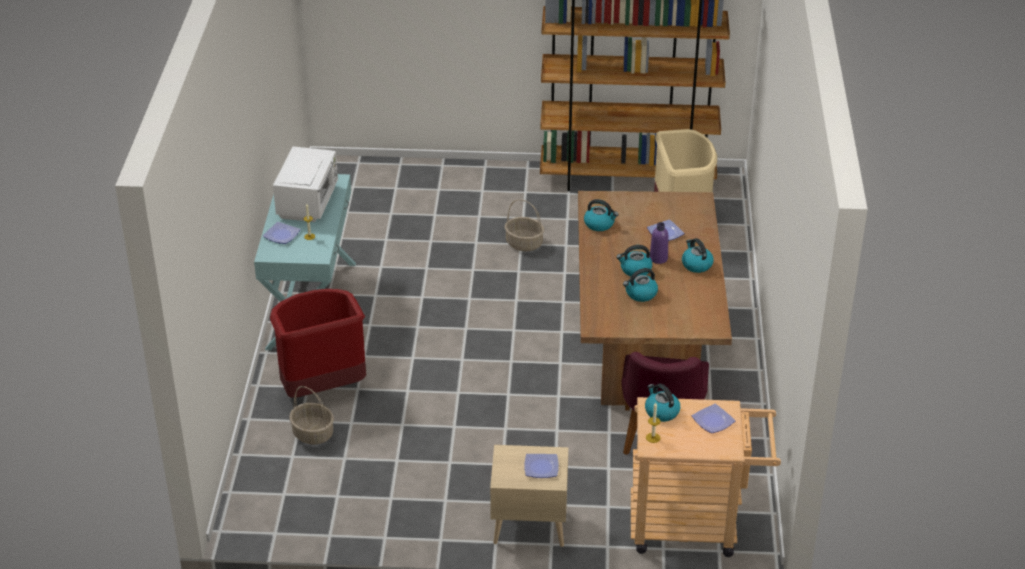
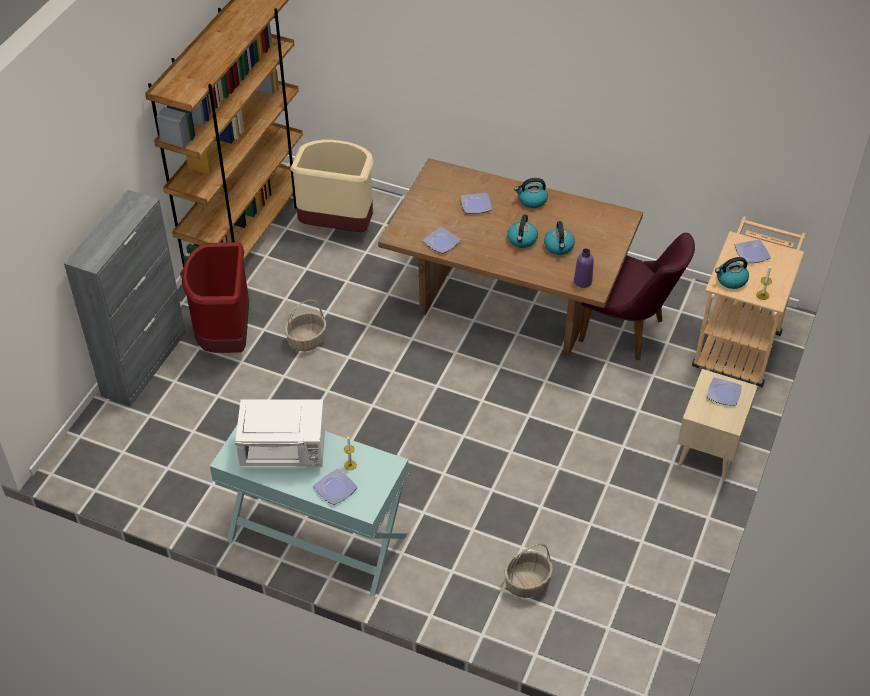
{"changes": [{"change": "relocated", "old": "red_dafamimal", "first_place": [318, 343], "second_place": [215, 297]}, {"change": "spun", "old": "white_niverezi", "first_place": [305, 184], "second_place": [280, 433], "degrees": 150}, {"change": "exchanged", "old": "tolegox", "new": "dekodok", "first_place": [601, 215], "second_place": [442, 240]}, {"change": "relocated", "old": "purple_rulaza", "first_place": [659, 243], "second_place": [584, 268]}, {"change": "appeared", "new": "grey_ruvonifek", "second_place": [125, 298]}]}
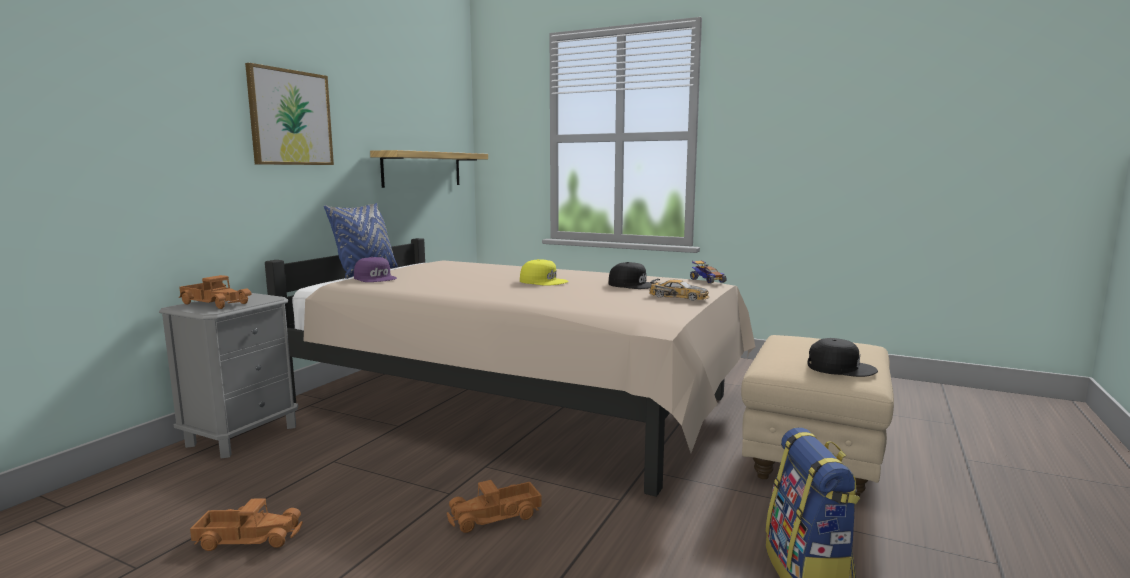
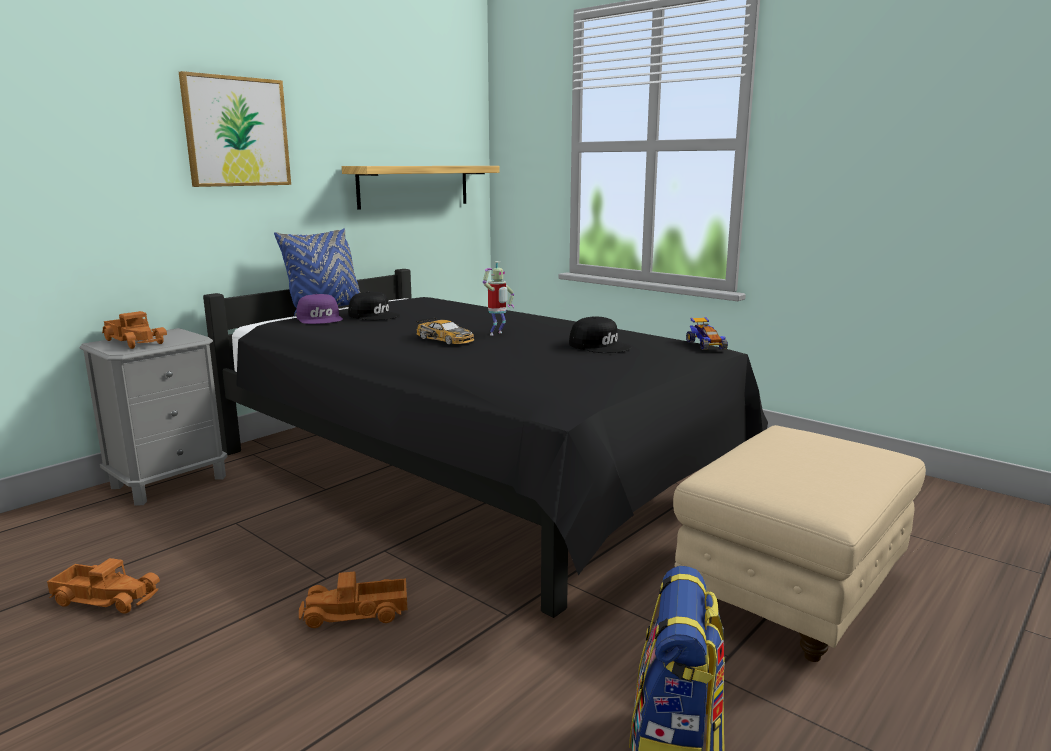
{"changes": [{"change": "colour", "old": "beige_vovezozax", "new": "black_vovezozax", "first_place": [510, 367], "second_place": [485, 443]}, {"change": "exchanged", "old": "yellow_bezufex", "new": "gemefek", "first_place": [544, 272], "second_place": [498, 298]}, {"change": "relocated", "old": "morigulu", "first_place": [679, 290], "second_place": [445, 331]}, {"change": "relocated", "old": "black_bezufex", "first_place": [843, 357], "second_place": [374, 305]}]}
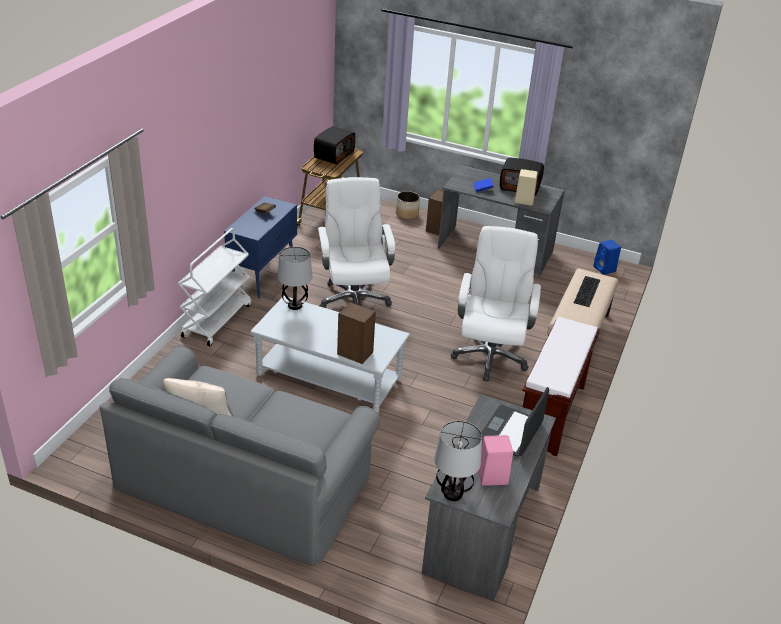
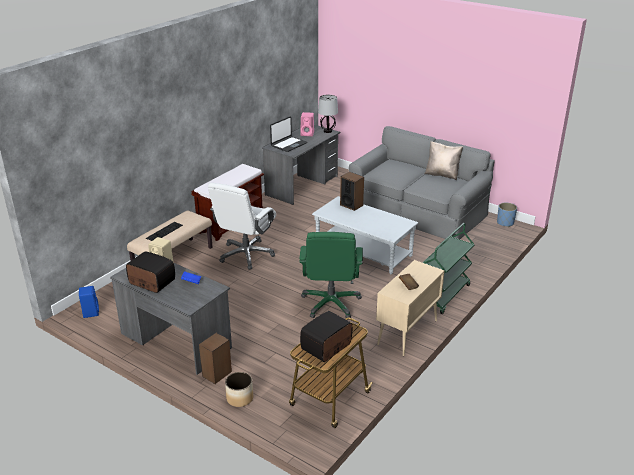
{"changes": [{"change": "colour", "old": "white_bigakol", "new": "green_bigakol", "first_place": [214, 287], "second_place": [448, 268]}, {"change": "colour", "old": "blue_ruvonifek", "new": "beige_ruvonifek", "first_place": [260, 247], "second_place": [410, 308]}, {"change": "missing", "old": "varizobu", "first_place": [294, 278]}, {"change": "colour", "old": "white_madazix", "new": "green_madazix", "first_place": [356, 242], "second_place": [331, 275]}, {"change": "appeared", "new": "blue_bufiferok", "second_place": [507, 215]}]}
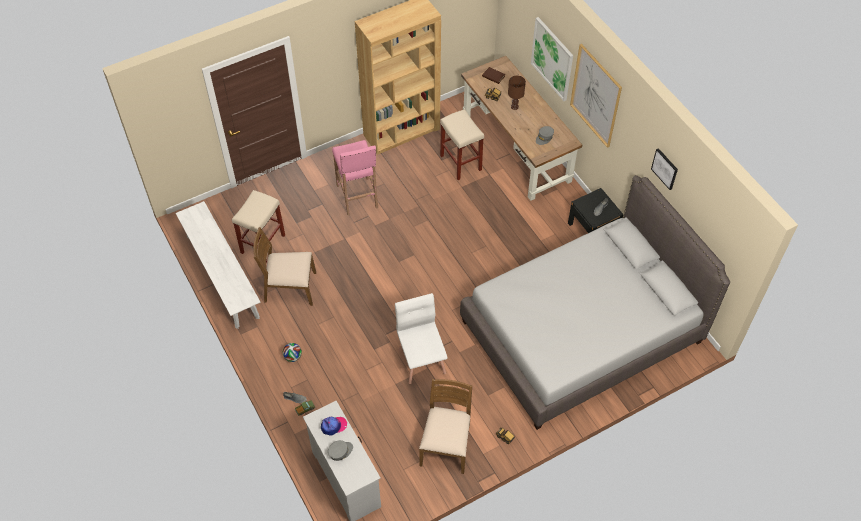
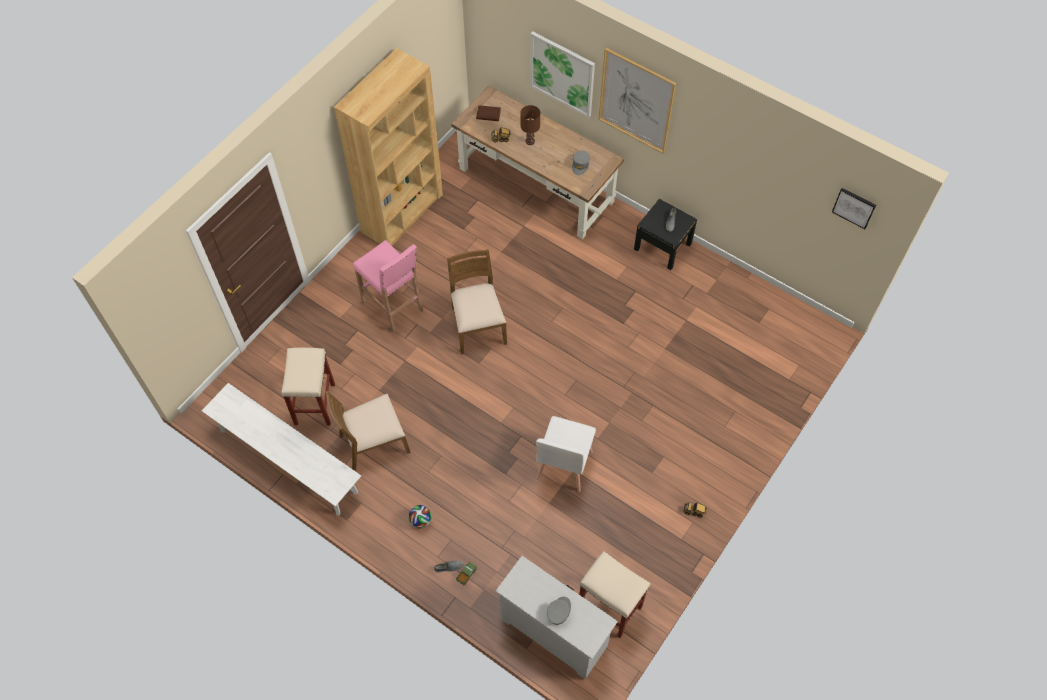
{"changes": [{"change": "missing", "old": "bezufex", "first_place": [334, 426]}, {"change": "spun", "old": "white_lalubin", "first_place": [421, 338], "second_place": [566, 454], "degrees": -120}, {"change": "relocated", "old": "brown_lalubin", "first_place": [445, 426], "second_place": [477, 302]}, {"change": "relocated", "old": "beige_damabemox", "first_place": [462, 144], "second_place": [614, 594]}, {"change": "missing", "old": "grey_vovezozax", "first_place": [595, 302]}, {"change": "relocated", "old": "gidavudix", "first_place": [664, 169], "second_place": [854, 208]}]}
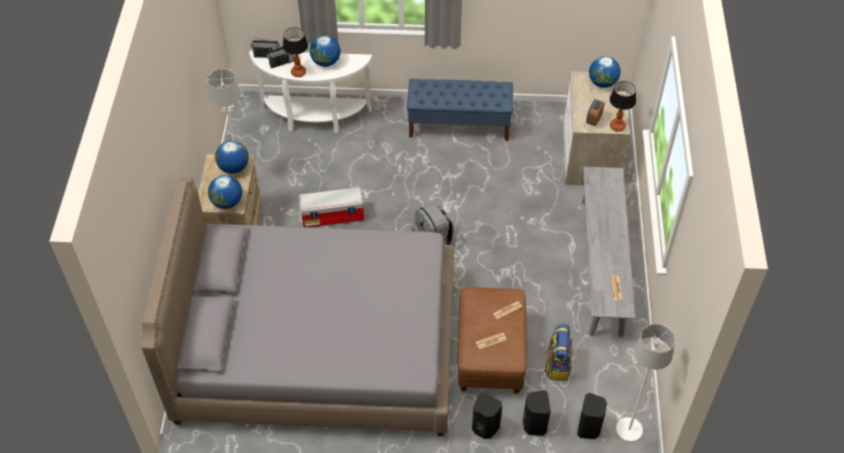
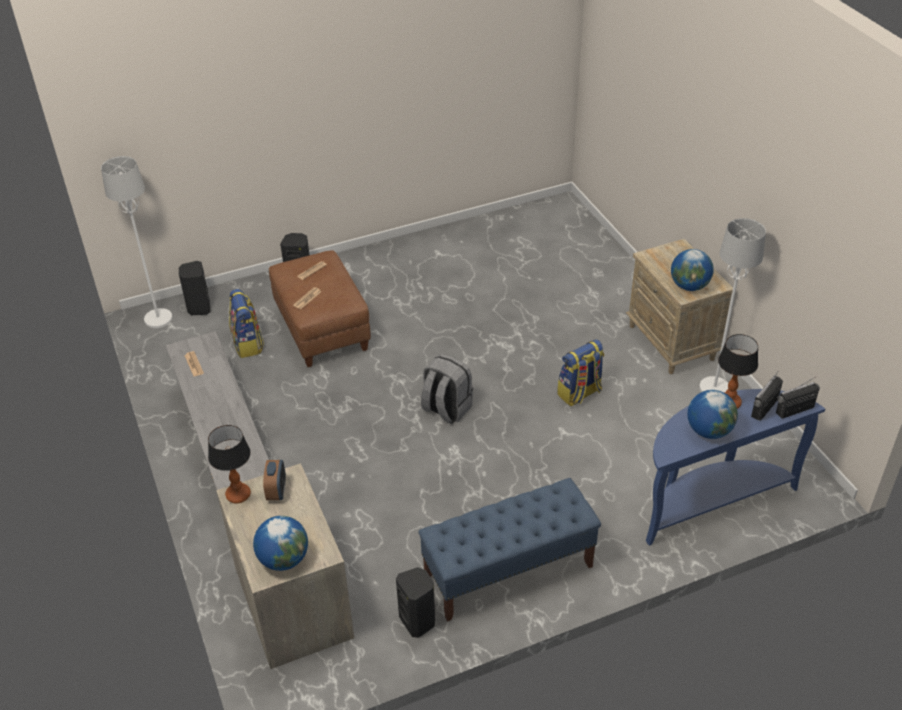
{"changes": [{"change": "missing", "old": "grey_vovezozax", "first_place": [297, 306]}, {"change": "missing", "old": "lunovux", "first_place": [225, 192]}, {"change": "colour", "old": "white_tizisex", "new": "blue_tizisex", "first_place": [310, 92], "second_place": [735, 467]}, {"change": "exchanged", "old": "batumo", "new": "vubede", "first_place": [331, 207], "second_place": [580, 372]}, {"change": "relocated", "old": "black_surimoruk", "first_place": [537, 413], "second_place": [415, 602]}]}
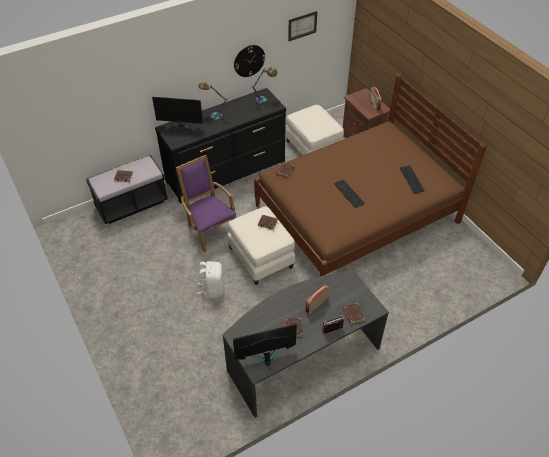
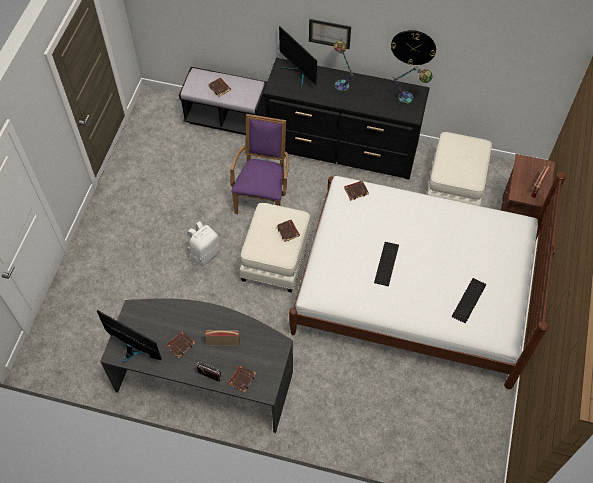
{"changes": [{"change": "colour", "old": "brown_vovezozax", "new": "white_vovezozax", "first_place": [370, 174], "second_place": [427, 280]}, {"change": "relocated", "old": "gidavudix", "first_place": [302, 26], "second_place": [330, 34]}]}
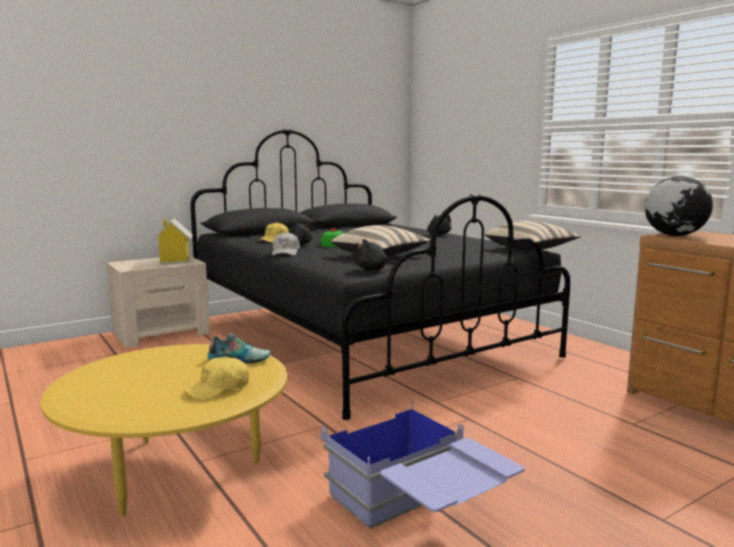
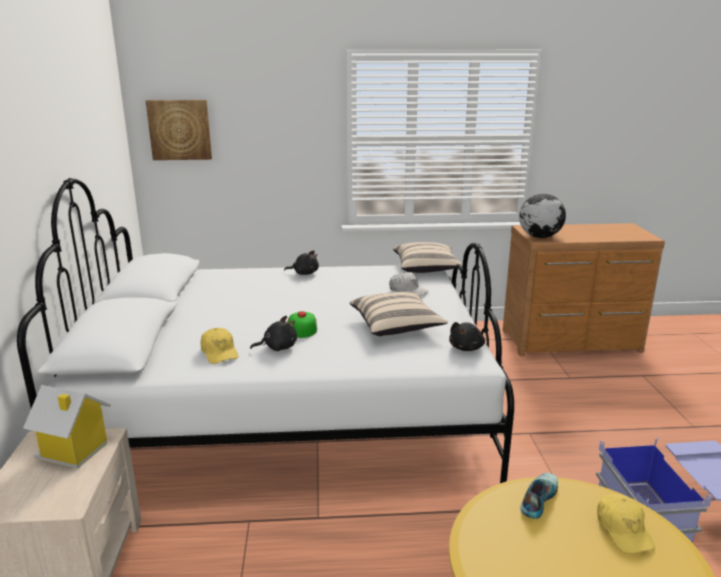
{"changes": [{"change": "colour", "old": "black_vovezozax", "new": "white_vovezozax", "first_place": [380, 274], "second_place": [265, 330]}, {"change": "relocated", "old": "white_bezufex", "first_place": [286, 244], "second_place": [408, 284]}, {"change": "appeared", "new": "gidavudix", "second_place": [179, 130]}]}
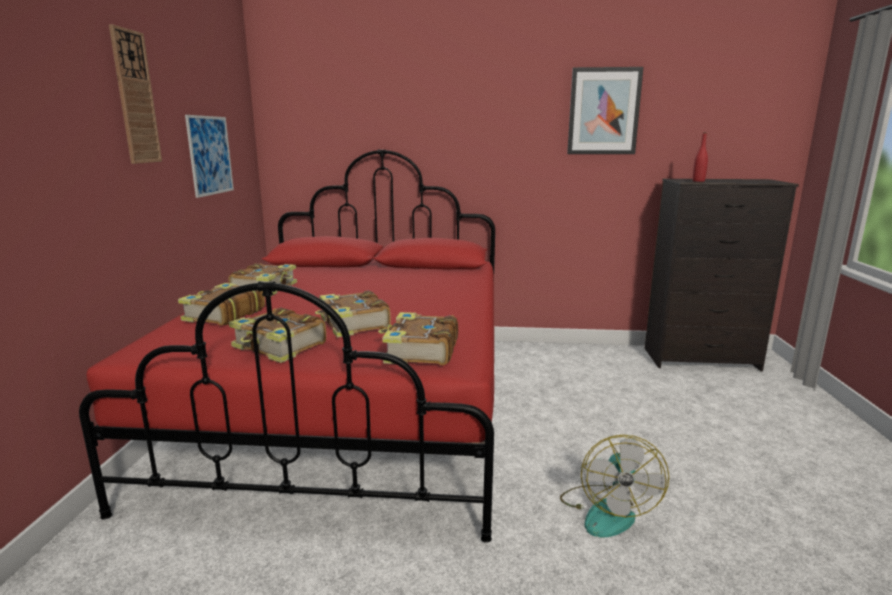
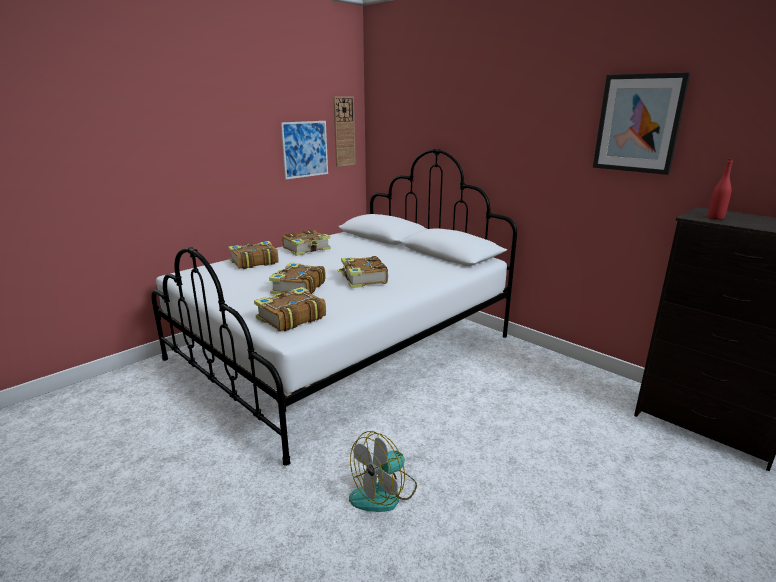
{"changes": [{"change": "colour", "old": "red_vovezozax", "new": "white_vovezozax", "first_place": [287, 346], "second_place": [334, 307]}, {"change": "relocated", "old": "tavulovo", "first_place": [135, 94], "second_place": [344, 132]}, {"change": "relocated", "old": "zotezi", "first_place": [277, 335], "second_place": [362, 272]}]}
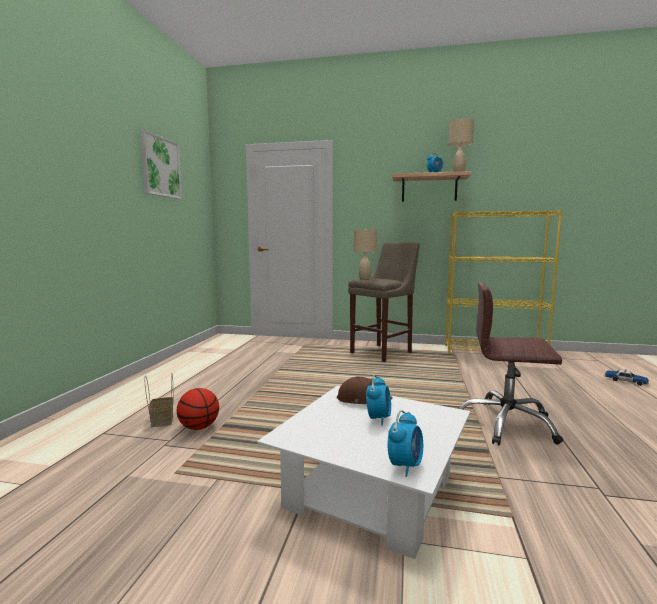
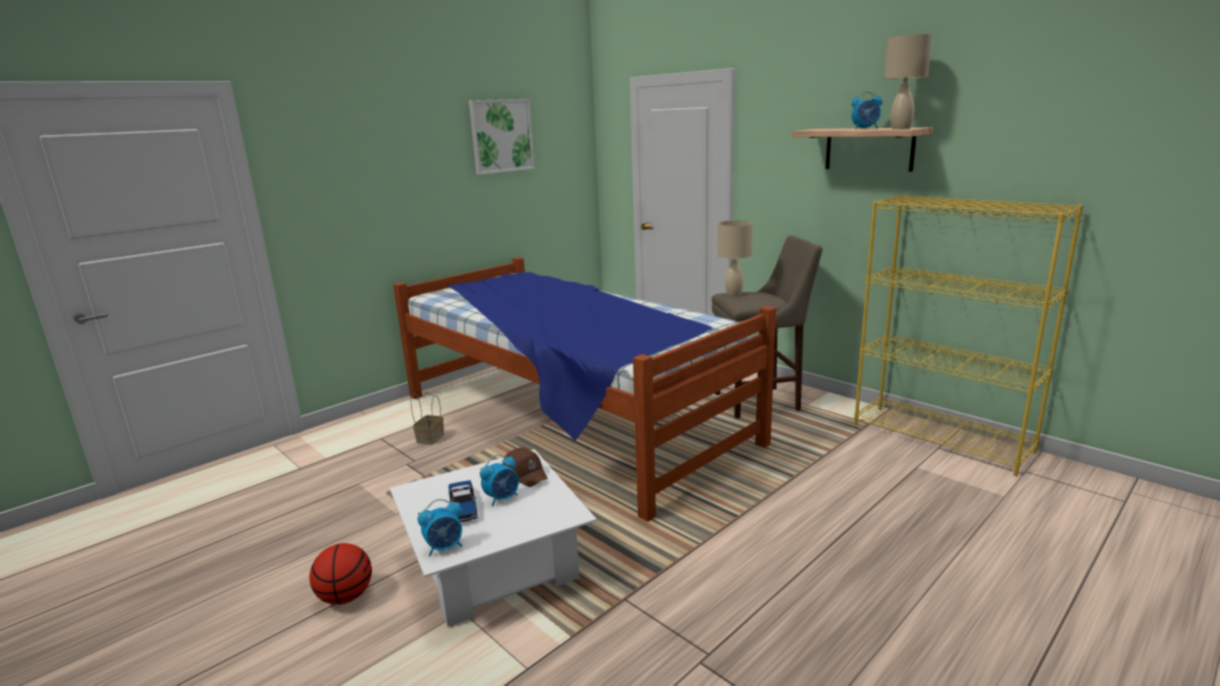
{"changes": [{"change": "relocated", "old": "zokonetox", "first_place": [198, 409], "second_place": [340, 574]}, {"change": "missing", "old": "brown_madazix", "first_place": [511, 363]}, {"change": "relocated", "old": "morigulu", "first_place": [627, 377], "second_place": [463, 501]}, {"change": "appeared", "new": "vovezozax", "second_place": [585, 389]}]}
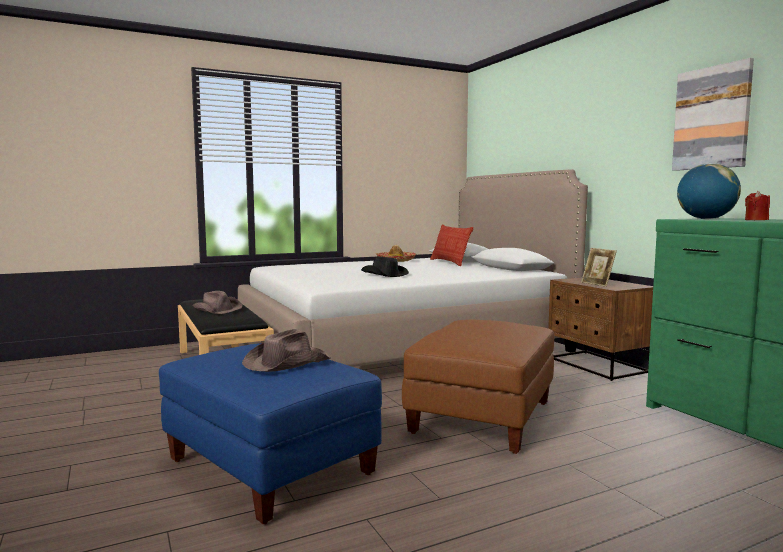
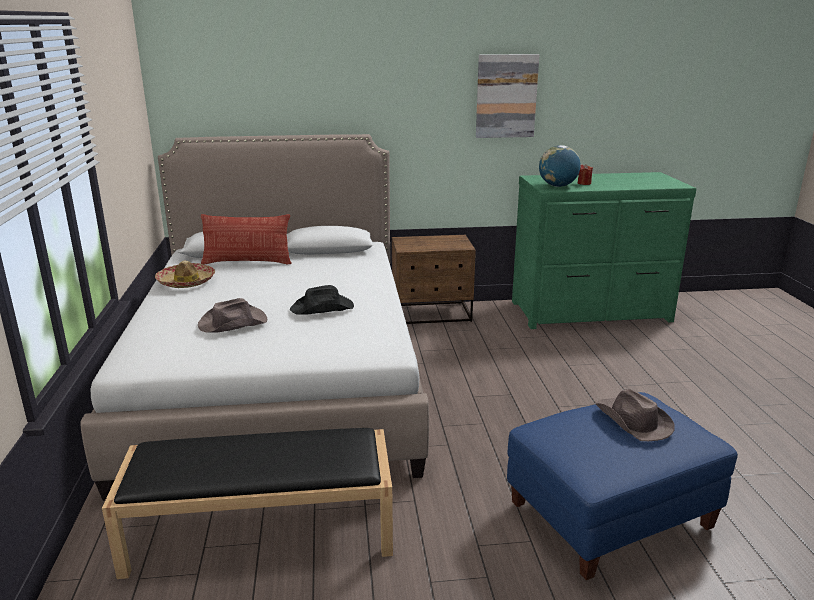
{"changes": [{"change": "relocated", "old": "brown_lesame", "first_place": [217, 302], "second_place": [232, 315]}, {"change": "missing", "old": "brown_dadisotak", "first_place": [478, 387]}, {"change": "missing", "old": "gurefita", "first_place": [599, 267]}]}
